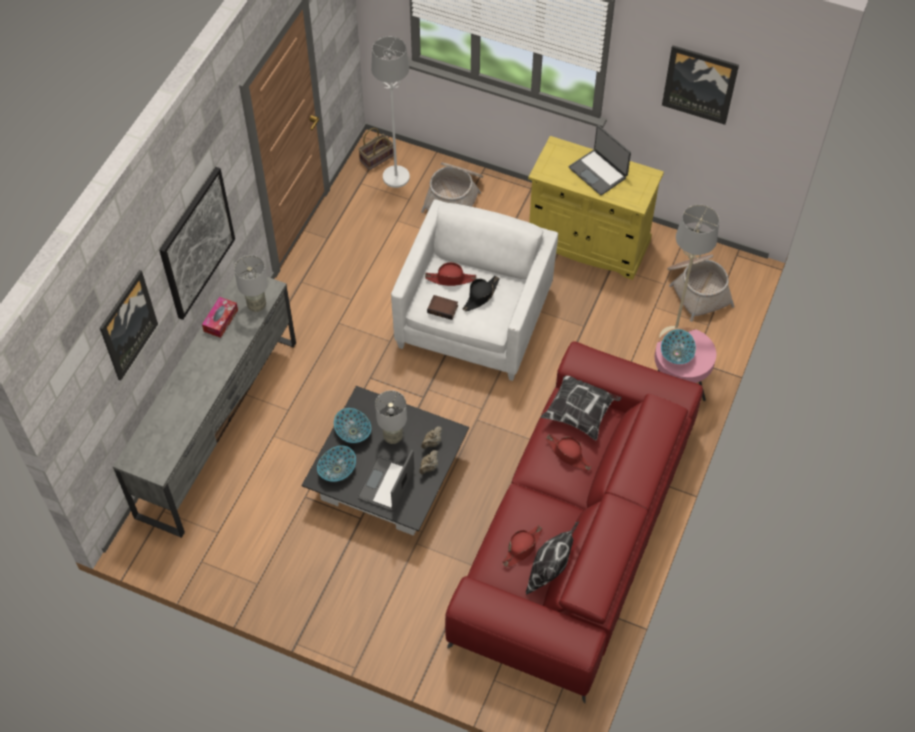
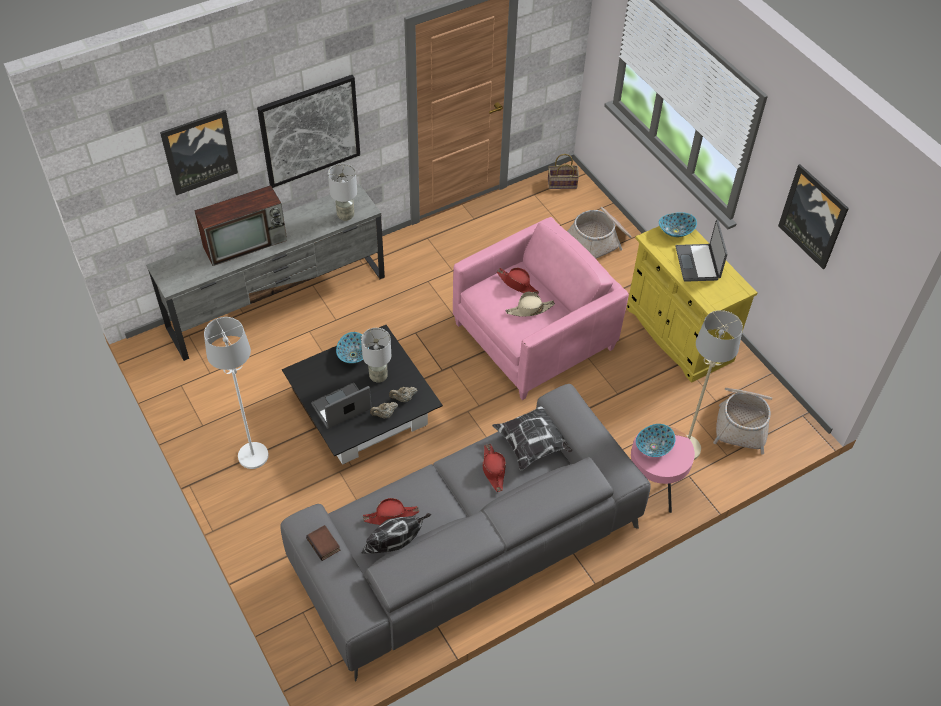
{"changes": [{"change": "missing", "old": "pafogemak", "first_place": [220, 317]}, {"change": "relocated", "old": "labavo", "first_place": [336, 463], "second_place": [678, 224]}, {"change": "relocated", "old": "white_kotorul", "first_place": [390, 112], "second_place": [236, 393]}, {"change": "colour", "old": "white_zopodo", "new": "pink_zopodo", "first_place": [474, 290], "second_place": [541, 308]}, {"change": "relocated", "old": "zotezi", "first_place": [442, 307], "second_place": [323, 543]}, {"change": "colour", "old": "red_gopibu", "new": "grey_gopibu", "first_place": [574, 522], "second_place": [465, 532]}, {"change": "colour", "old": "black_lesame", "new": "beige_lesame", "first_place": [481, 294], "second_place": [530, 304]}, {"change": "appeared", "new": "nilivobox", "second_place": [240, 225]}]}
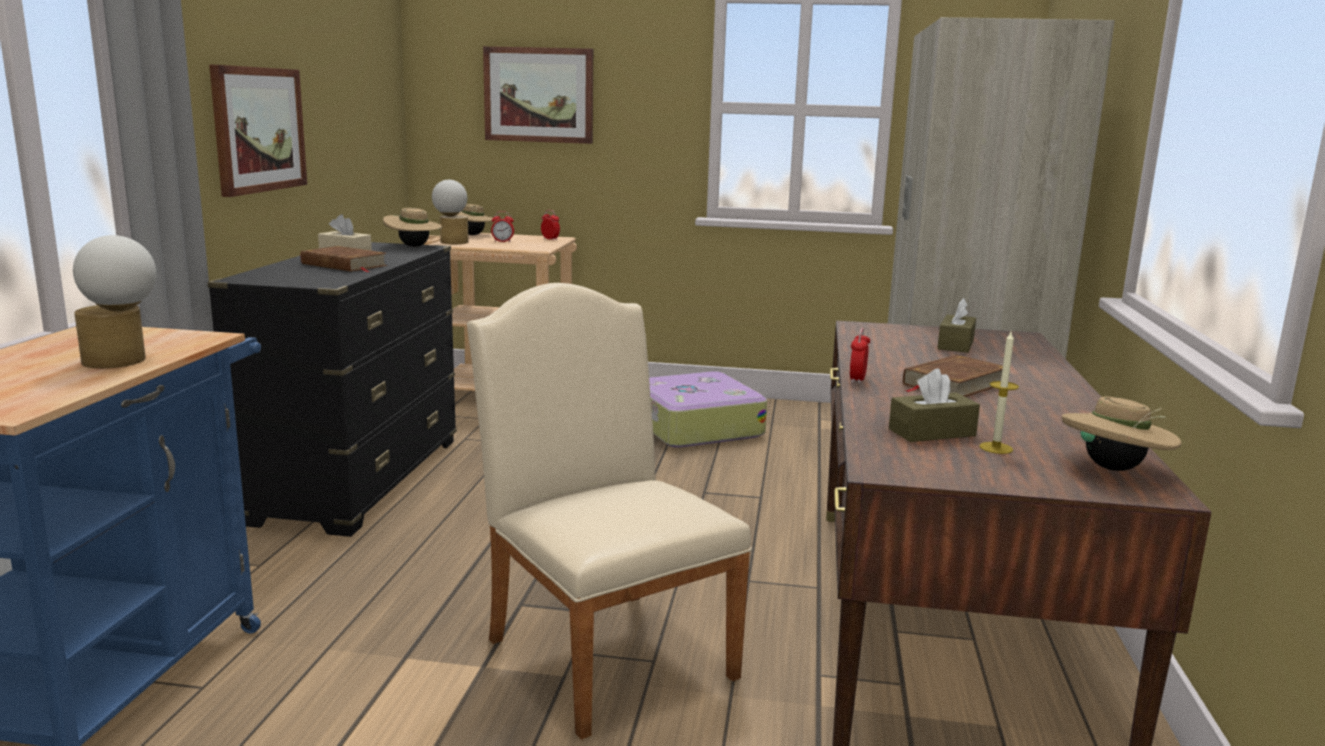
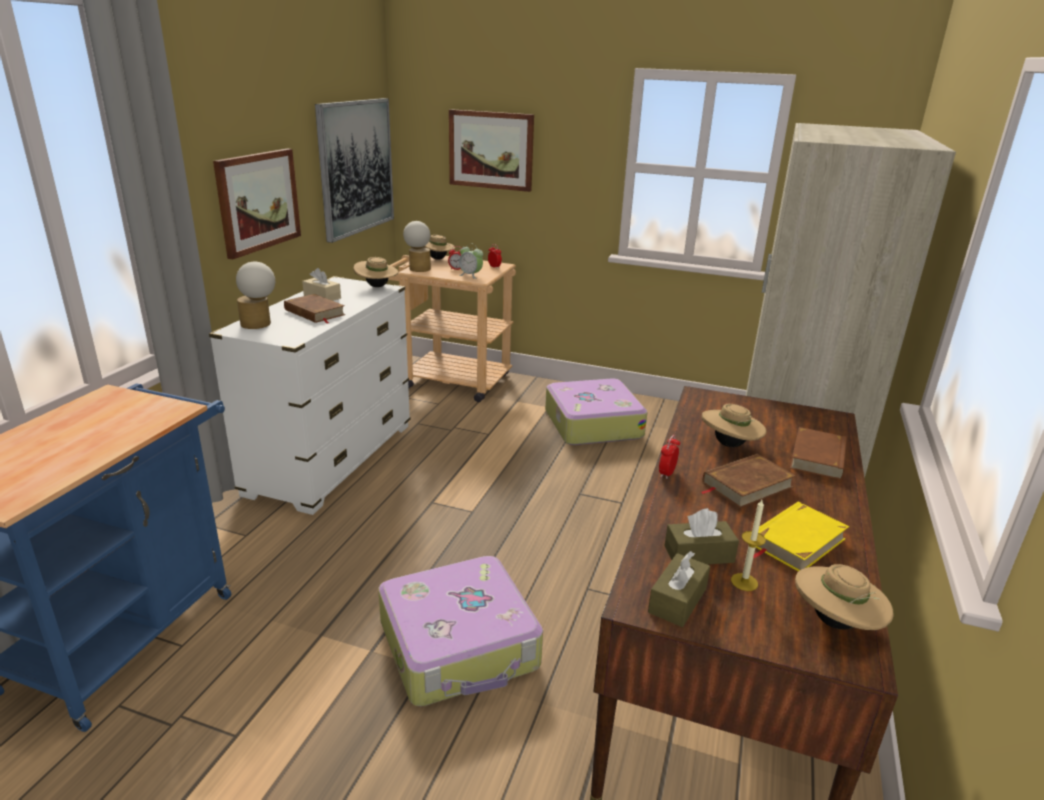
{"changes": [{"change": "relocated", "old": "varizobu", "first_place": [115, 301], "second_place": [255, 295]}, {"change": "colour", "old": "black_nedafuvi", "new": "white_nedafuvi", "first_place": [332, 389], "second_place": [310, 395]}, {"change": "exchanged", "old": "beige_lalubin", "new": "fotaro", "first_place": [609, 511], "second_place": [460, 631]}, {"change": "relocated", "old": "brown_pafogemak", "first_place": [956, 325], "second_place": [679, 589]}, {"change": "appeared", "new": "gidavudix", "second_place": [354, 170]}, {"change": "appeared", "new": "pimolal", "second_place": [471, 261]}, {"change": "appeared", "new": "beige_lesame", "second_place": [734, 425]}, {"change": "appeared", "new": "yellow_zotezi", "second_place": [801, 537]}, {"change": "appeared", "new": "brown_zotezi", "second_place": [818, 453]}]}
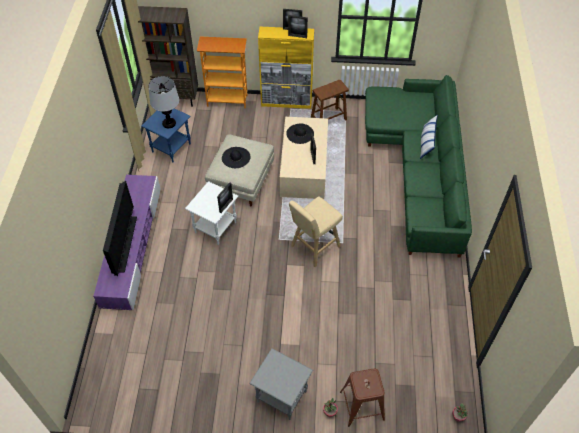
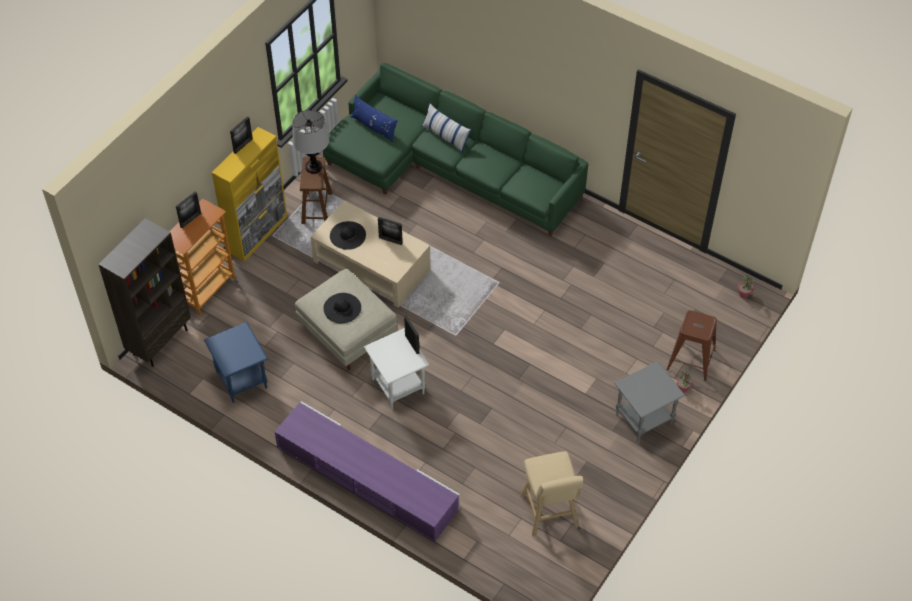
{"changes": [{"change": "missing", "old": "nilivobox", "first_place": [120, 229]}, {"change": "relocated", "old": "varizobu", "first_place": [163, 102], "second_place": [310, 142]}, {"change": "relocated", "old": "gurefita", "first_place": [298, 26], "second_place": [188, 210]}, {"change": "relocated", "old": "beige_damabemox", "first_place": [316, 231], "second_place": [551, 494]}, {"change": "appeared", "new": "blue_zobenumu", "second_place": [374, 118]}]}
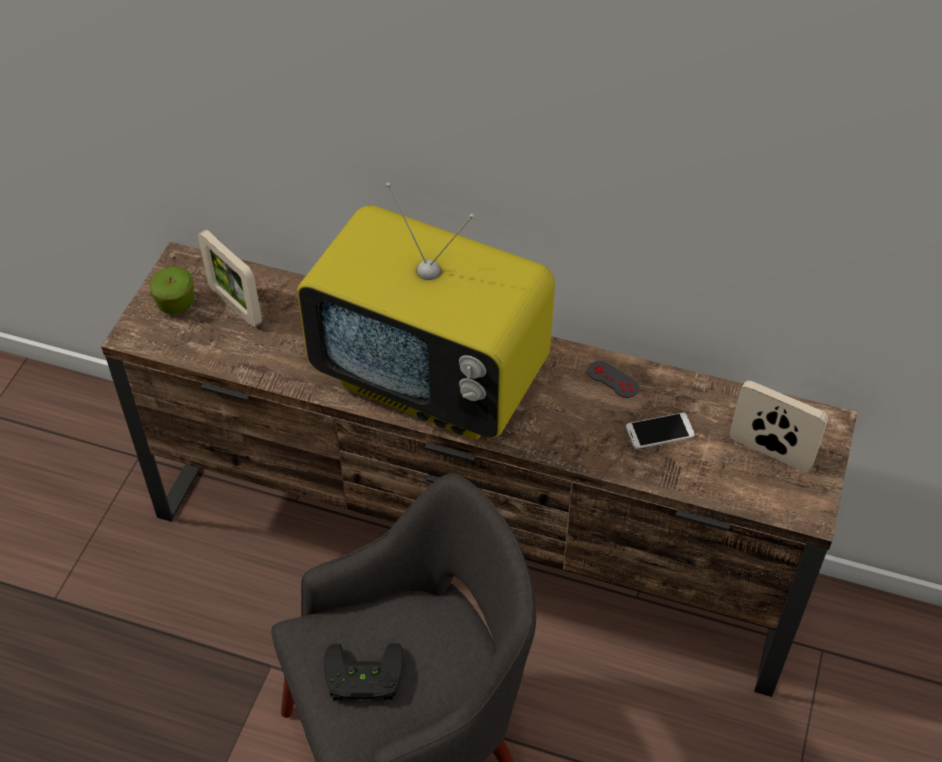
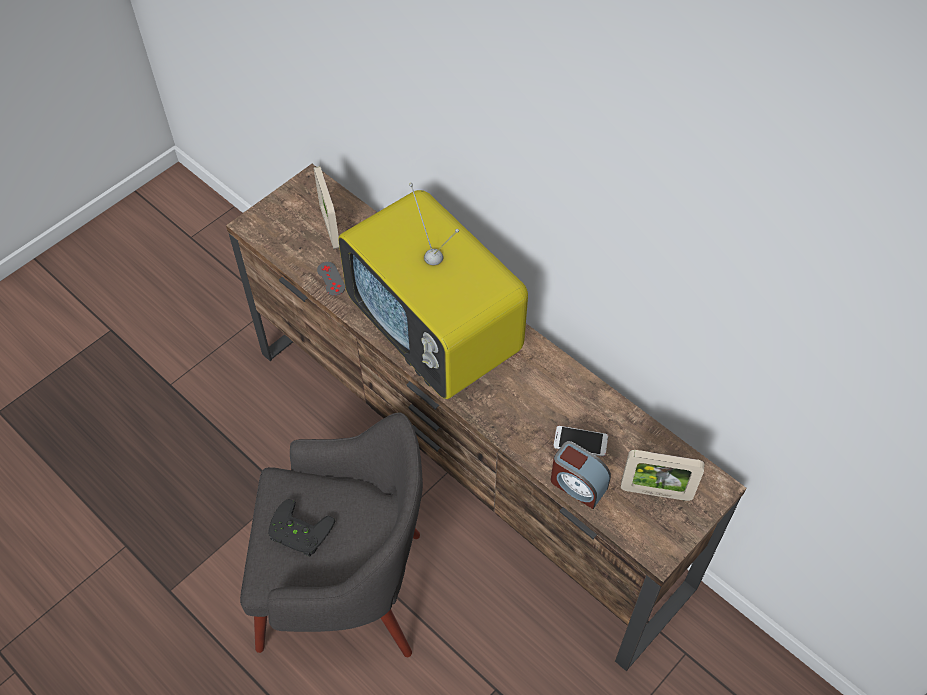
{"changes": [{"change": "missing", "old": "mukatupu", "first_place": [172, 290]}, {"change": "relocated", "old": "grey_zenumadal", "first_place": [613, 379], "second_place": [331, 279]}, {"change": "spun", "old": "gurefita", "first_place": [778, 426], "second_place": [663, 475], "degrees": 135}, {"change": "appeared", "new": "pimolal", "second_place": [581, 475]}]}
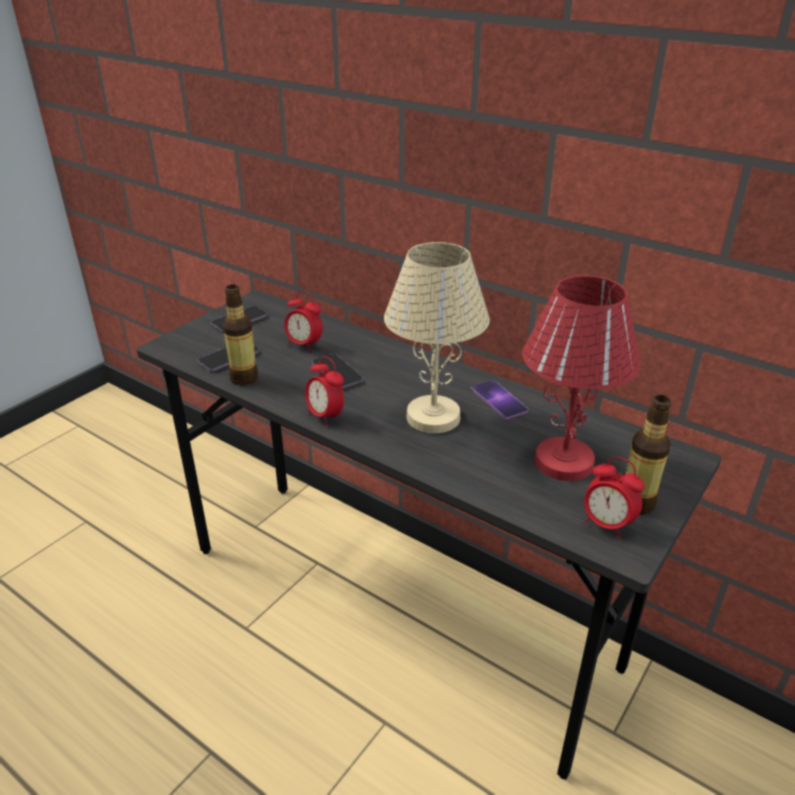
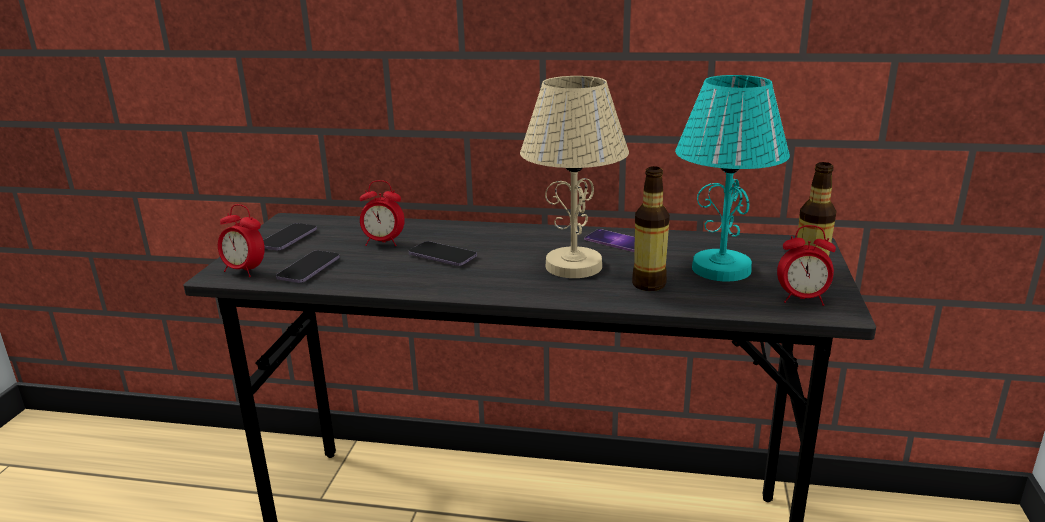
{"changes": [{"change": "relocated", "old": "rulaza", "first_place": [240, 334], "second_place": [651, 228]}, {"change": "relocated", "old": "pimolal", "first_place": [324, 391], "second_place": [241, 240]}, {"change": "colour", "old": "red_varizobu", "new": "turquoise_varizobu", "first_place": [581, 378], "second_place": [732, 178]}]}
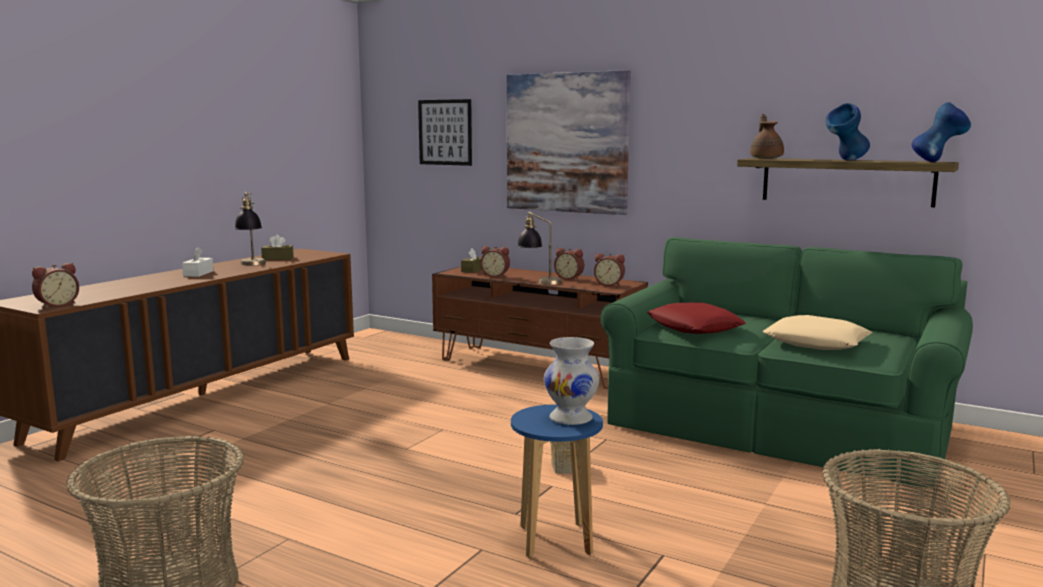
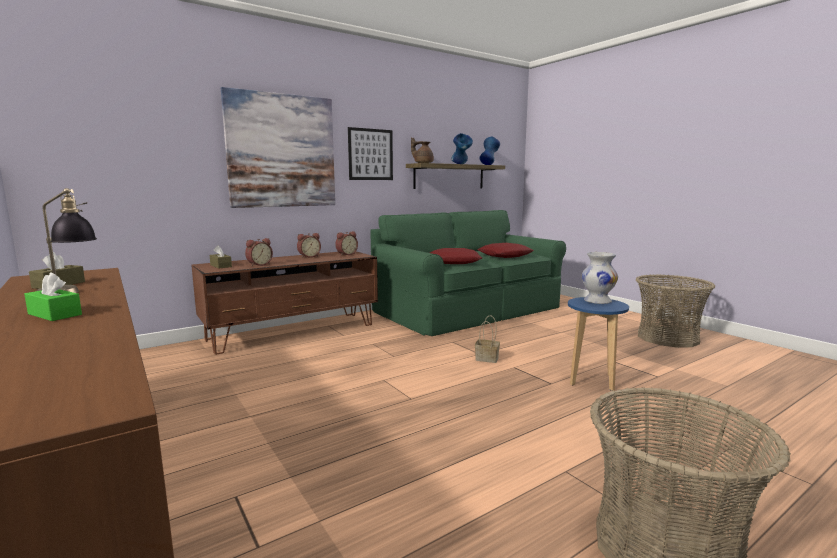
{"changes": [{"change": "missing", "old": "pimolal", "first_place": [55, 286]}, {"change": "colour", "old": "white_pafogemak", "new": "green_pafogemak", "first_place": [197, 262], "second_place": [53, 296]}, {"change": "relocated", "old": "gidavudix", "first_place": [445, 132], "second_place": [370, 153]}, {"change": "missing", "old": "varizobu", "first_place": [539, 248]}, {"change": "colour", "old": "beige_zobenumu", "new": "red_zobenumu", "first_place": [817, 332], "second_place": [505, 250]}]}
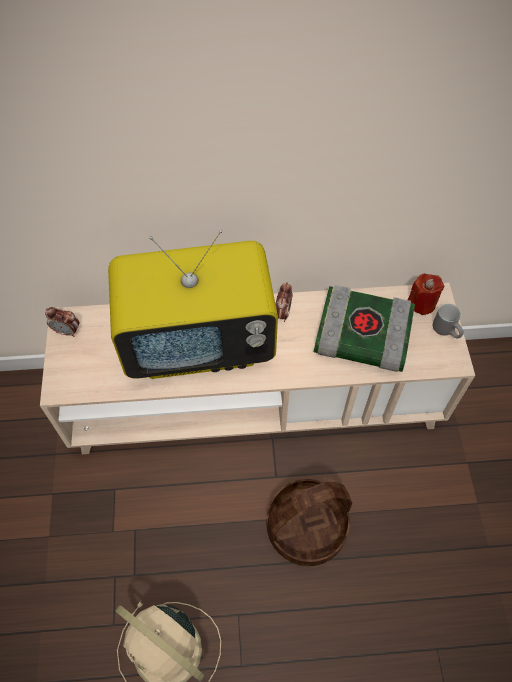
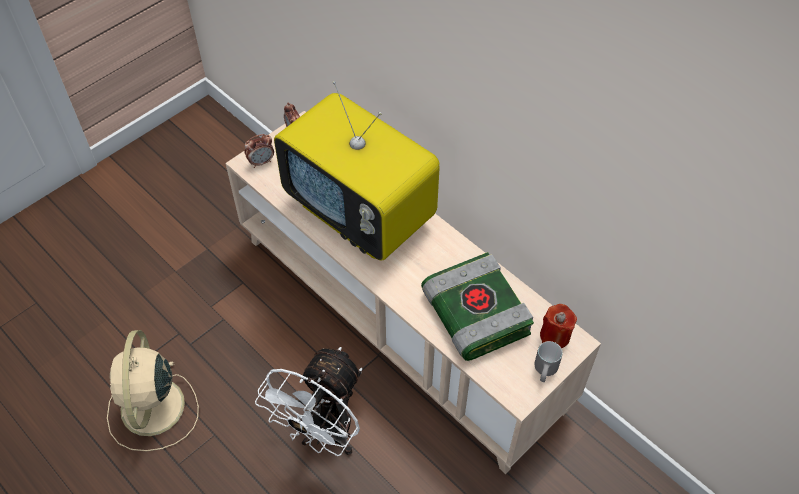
{"changes": [{"change": "exchanged", "old": "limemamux", "new": "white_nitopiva", "first_place": [309, 522], "second_place": [308, 401]}, {"change": "relocated", "old": "pimolal", "first_place": [284, 302], "second_place": [259, 151]}]}
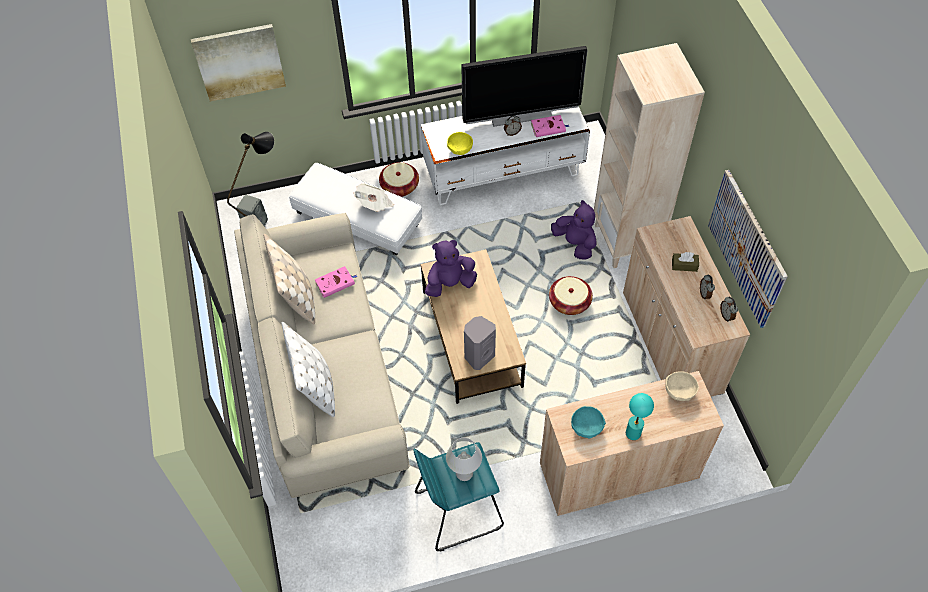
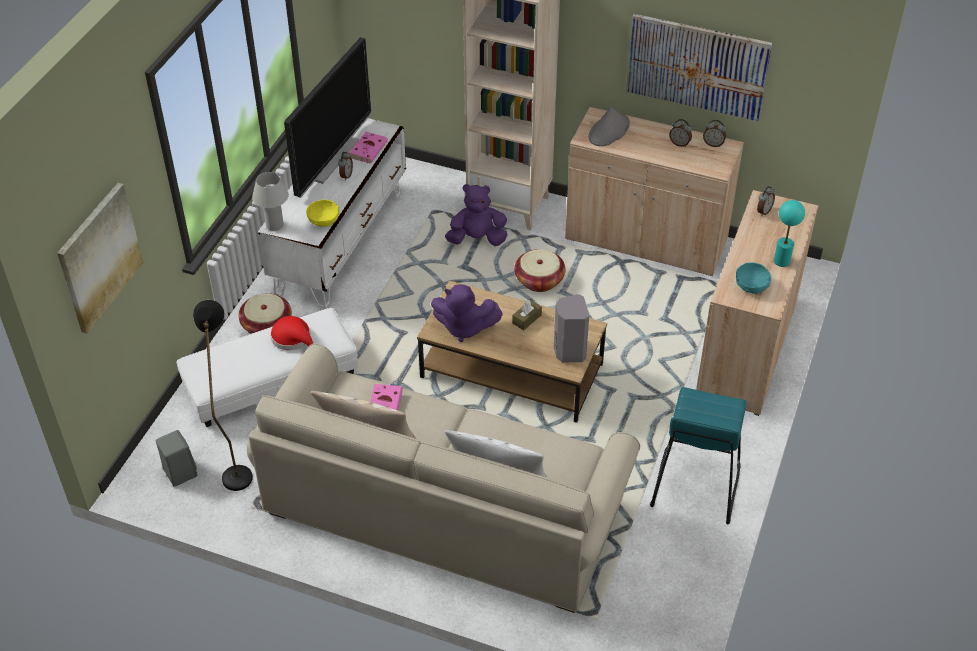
{"changes": [{"change": "exchanged", "old": "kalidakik", "new": "red_lesame", "first_place": [373, 198], "second_place": [291, 333]}, {"change": "spun", "old": "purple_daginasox", "first_place": [451, 268], "second_place": [467, 313], "degrees": -90}, {"change": "relocated", "old": "white_varizobu", "first_place": [464, 459], "second_place": [270, 201]}, {"change": "exchanged", "old": "beige_labavo", "new": "pimolal", "first_place": [682, 386], "second_place": [766, 201]}, {"change": "relocated", "old": "brown_pafogemak", "first_place": [685, 262], "second_place": [527, 315]}, {"change": "appeared", "new": "grey_lesame", "second_place": [609, 126]}]}
